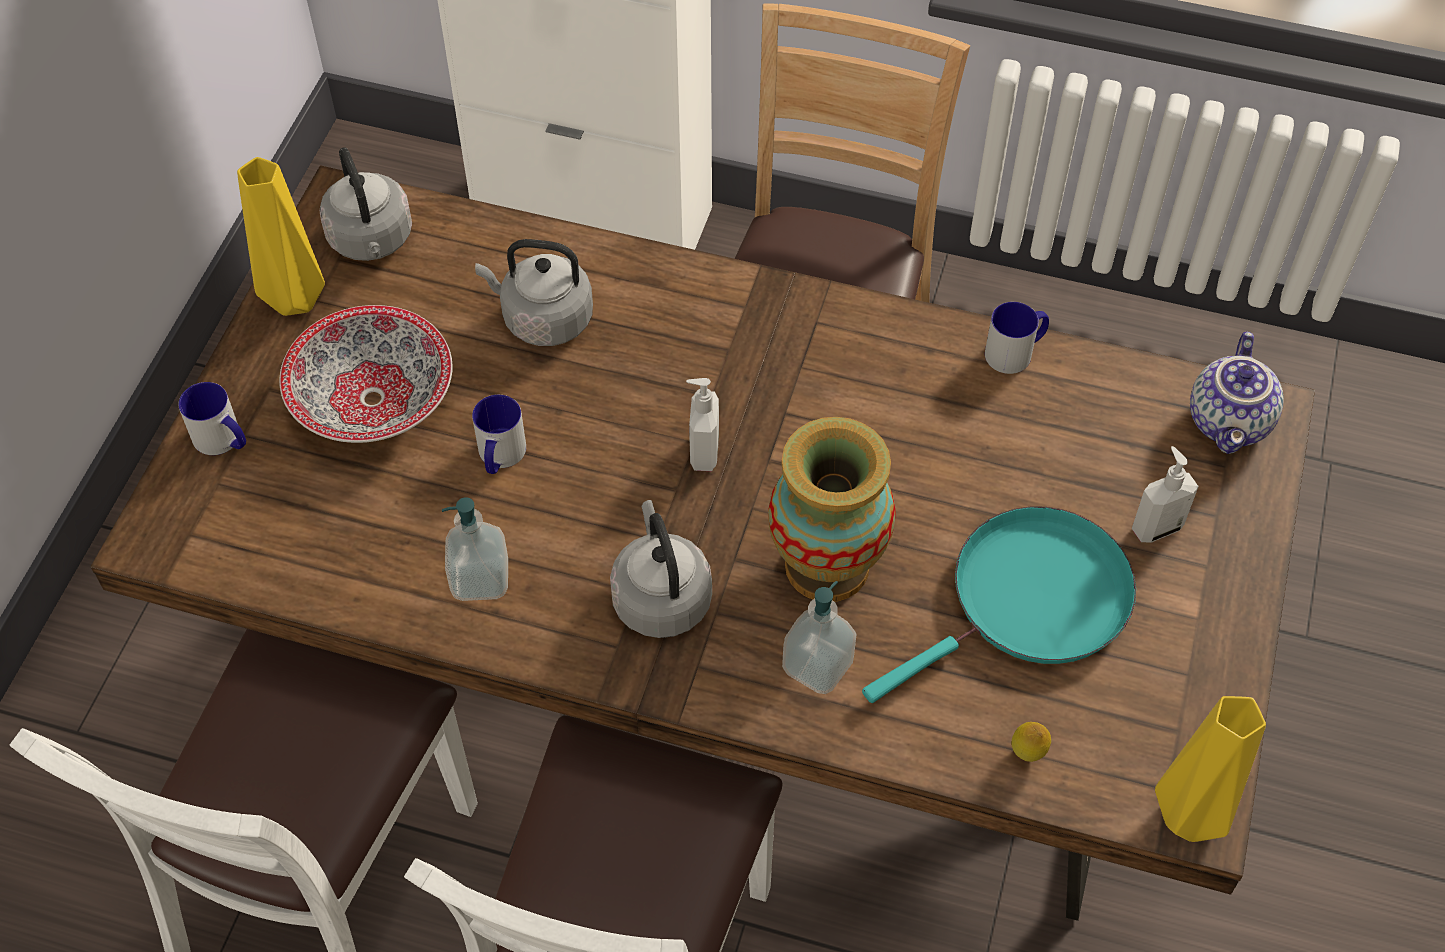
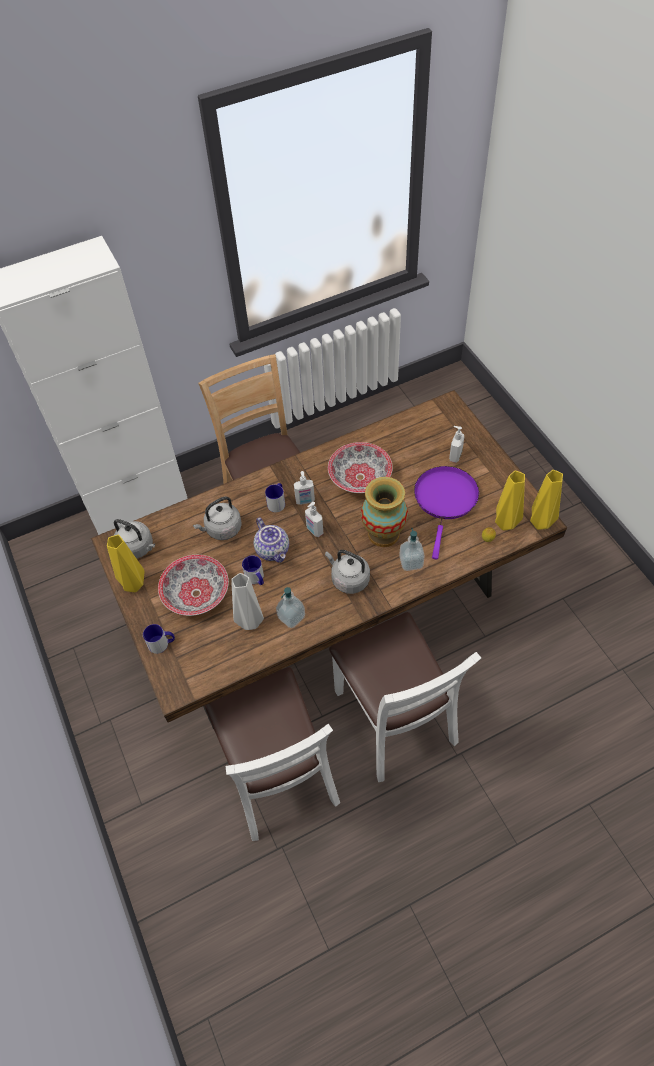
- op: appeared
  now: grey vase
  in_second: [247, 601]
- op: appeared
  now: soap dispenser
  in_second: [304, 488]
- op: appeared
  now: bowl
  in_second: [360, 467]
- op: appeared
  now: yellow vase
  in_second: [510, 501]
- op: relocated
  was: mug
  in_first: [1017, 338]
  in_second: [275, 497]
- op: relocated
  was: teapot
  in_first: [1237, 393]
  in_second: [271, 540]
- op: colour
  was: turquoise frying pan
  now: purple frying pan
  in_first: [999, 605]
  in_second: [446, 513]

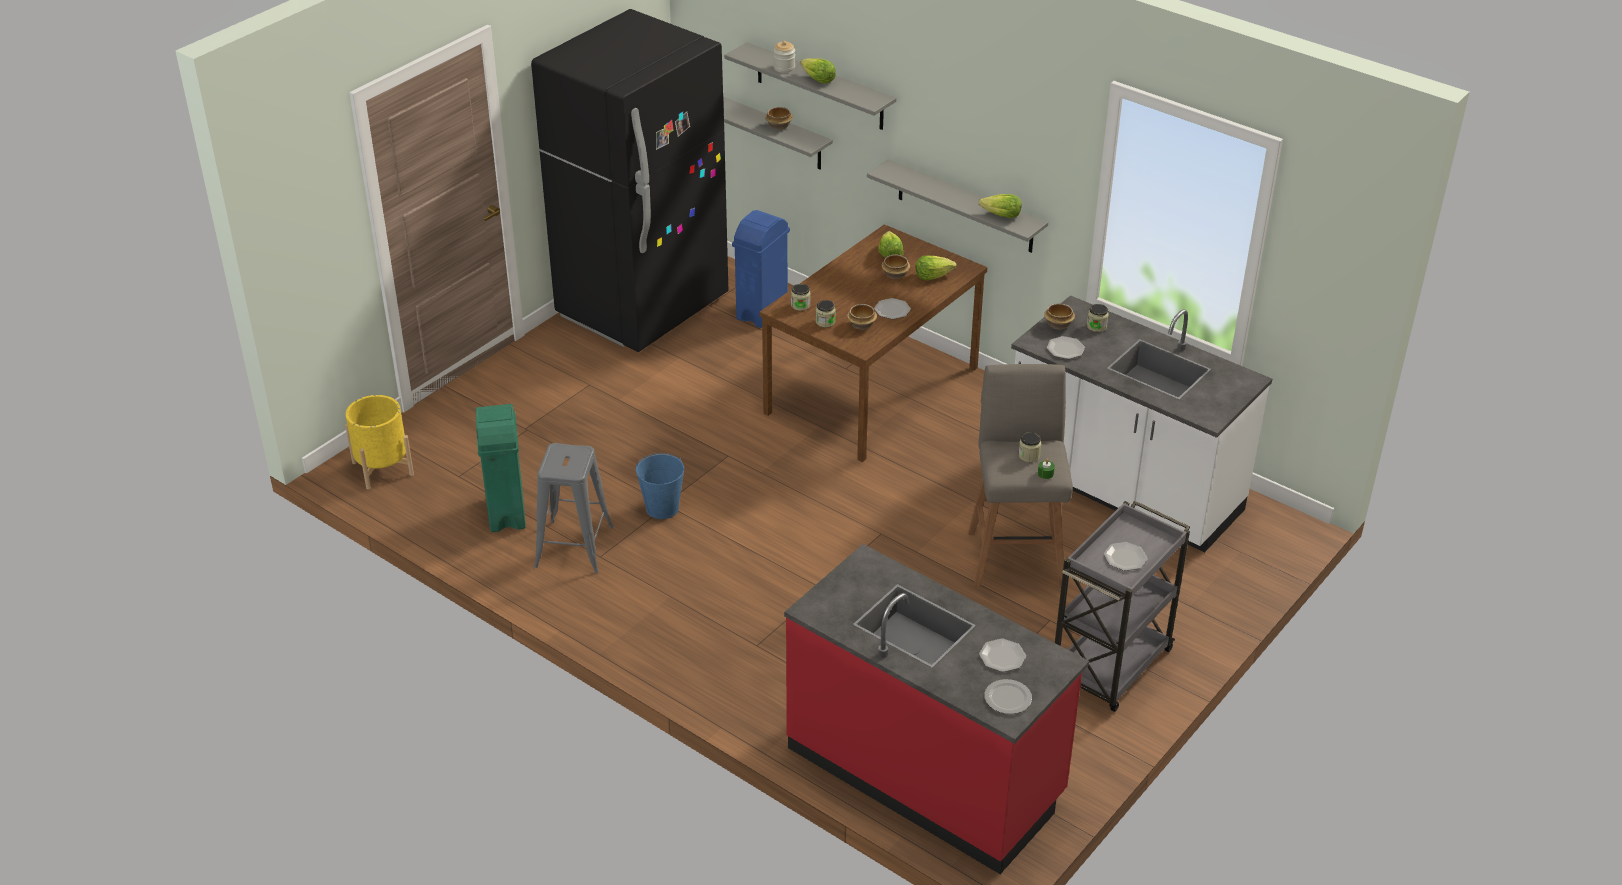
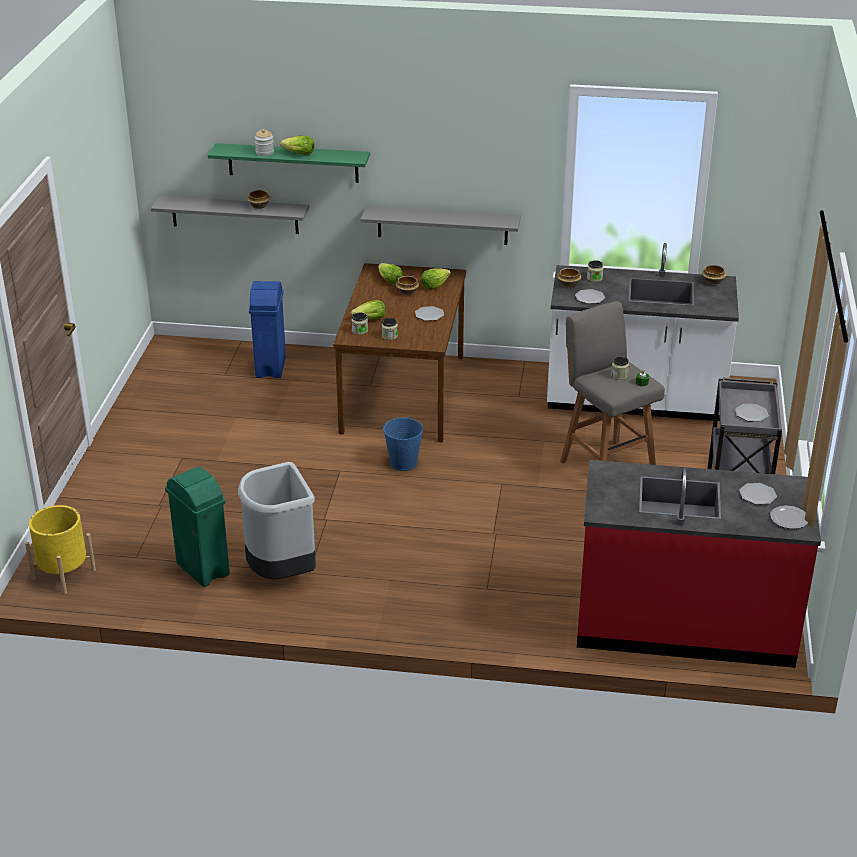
- op: missing
  was: black fridge
  in_first: [629, 180]
- op: relocated
  was: blue bucket
  in_first: [660, 486]
  in_second: [403, 444]
- op: relocated
  was: bowl
  in_first: [862, 317]
  in_second: [714, 275]
- op: relocated
  was: lettuce
  in_first: [1000, 206]
  in_second: [368, 310]
- op: exchanged
  was: grey stool
  now: grey trash can
  in_first: [573, 508]
  in_second: [277, 521]
- op: colour
  was: grey shelf
  now: green shelf
  in_first: [810, 86]
  in_second: [289, 163]

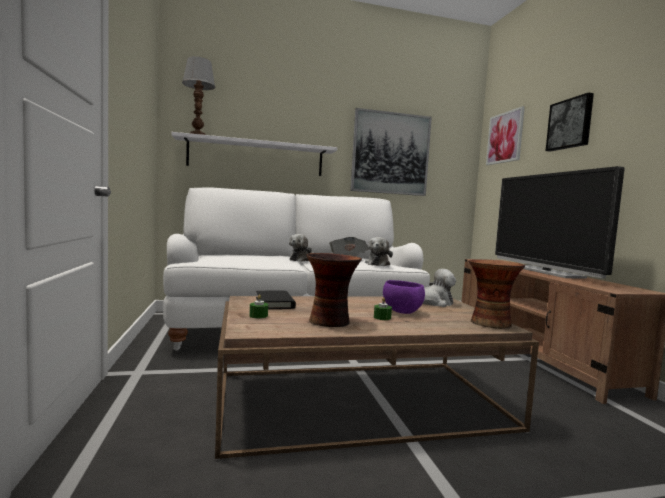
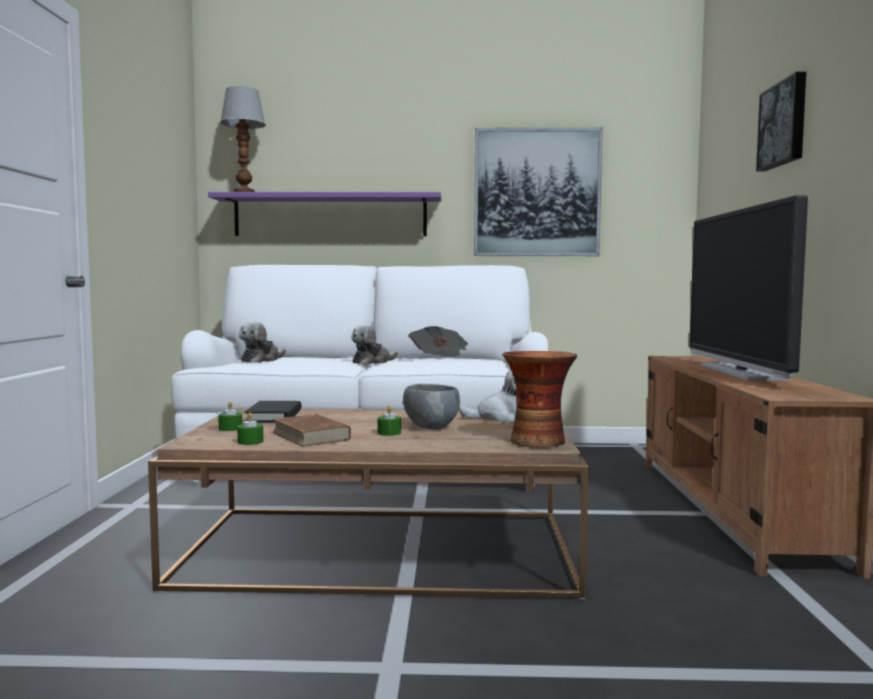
- op: missing
  was: picture
  in_first: [505, 135]
- op: appeared
  now: green candle
  in_second: [250, 428]
- op: relocated
  was: plush toy
  in_first: [379, 251]
  in_second: [262, 342]
- op: exchanged
  was: vase
  now: brown book
  in_first: [334, 290]
  in_second: [311, 430]
- op: colour
  was: white shelf
  now: purple shelf
  in_first: [254, 154]
  in_second: [324, 214]
- op: colour
  was: purple bowl
  now: grey bowl
  in_first: [404, 297]
  in_second: [431, 406]

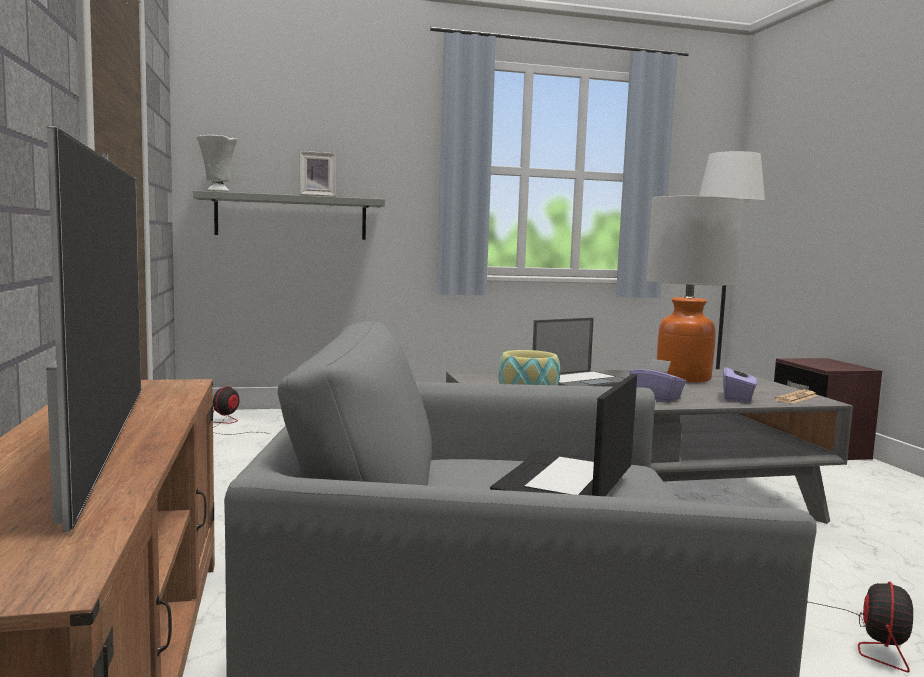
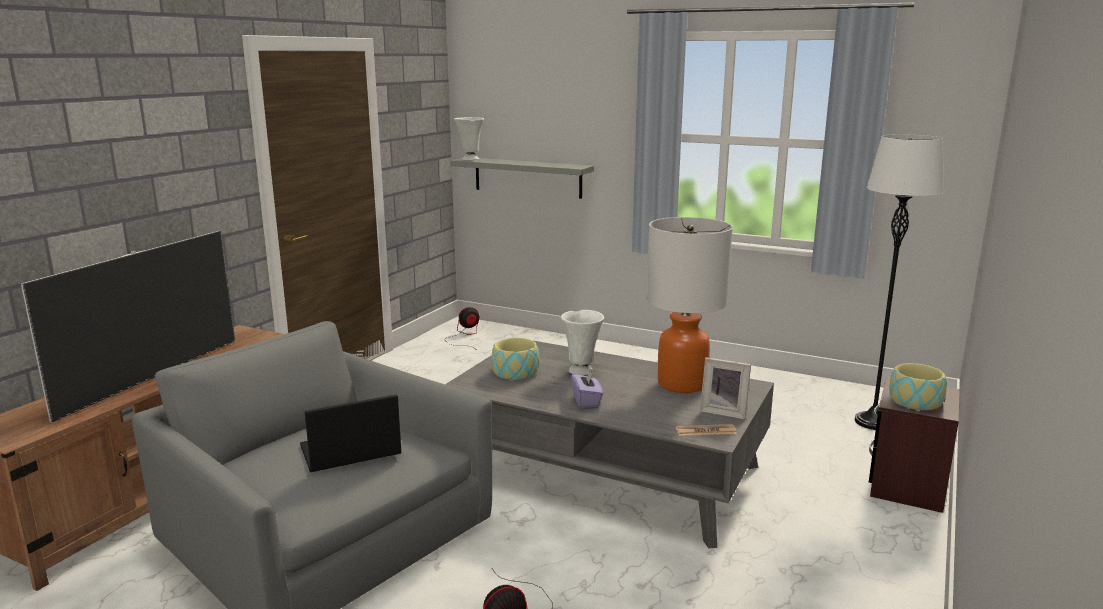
- op: missing
  was: purple tissue box
  in_first: [740, 382]
- op: appeared
  now: bowl
  in_second: [918, 386]
- op: relocated
  was: picture frame
  in_first: [318, 174]
  in_second: [725, 388]
- op: exchanged
  was: laptop
  now: white vase
  in_first: [579, 352]
  in_second: [582, 343]

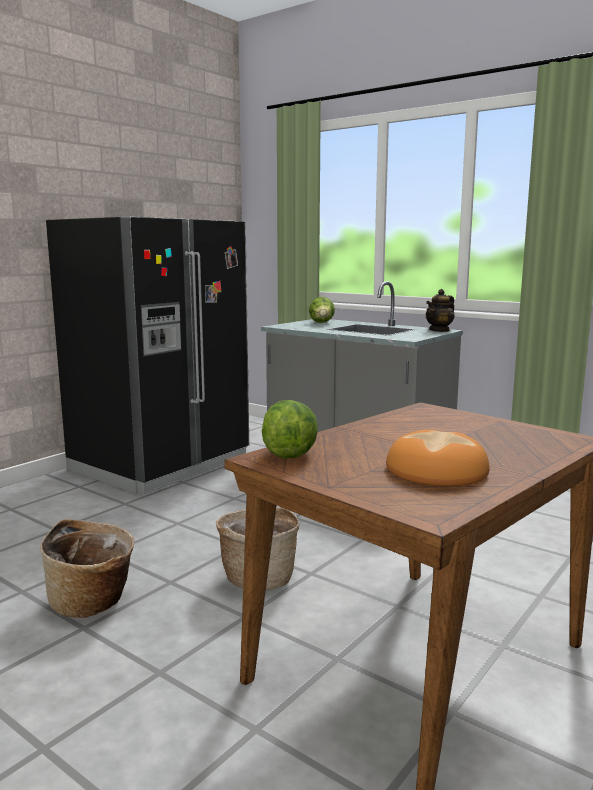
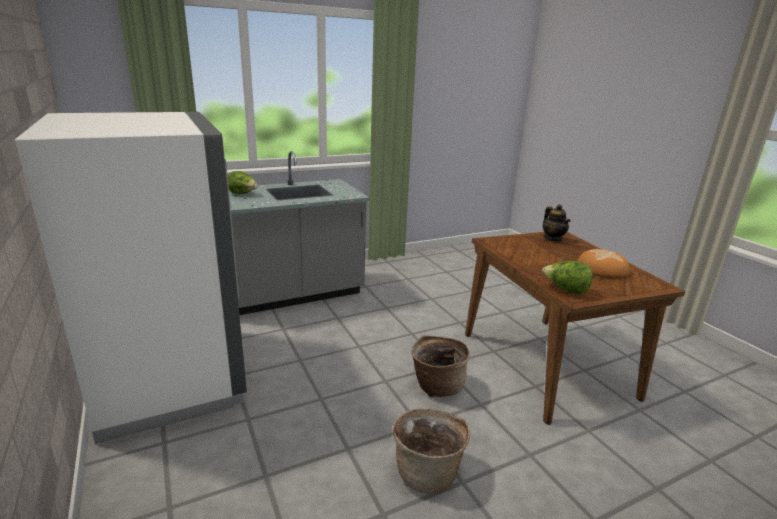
- op: relocated
  was: teapot
  in_first: [440, 310]
  in_second: [556, 223]
- op: colour
  was: black fridge
  now: white fridge
  in_first: [147, 355]
  in_second: [131, 278]

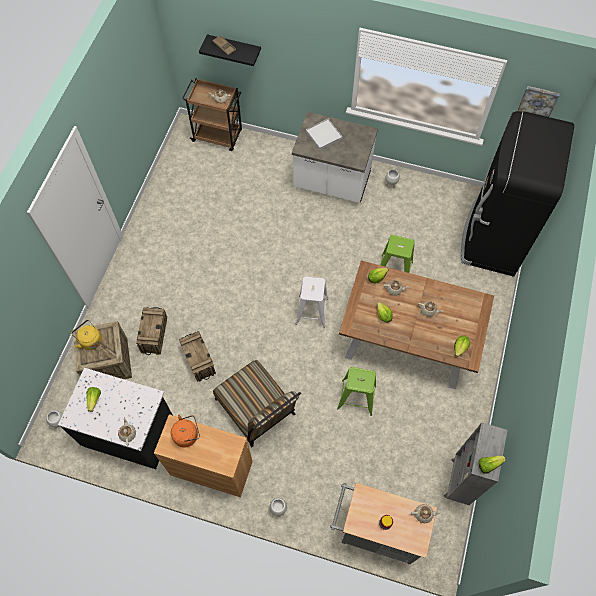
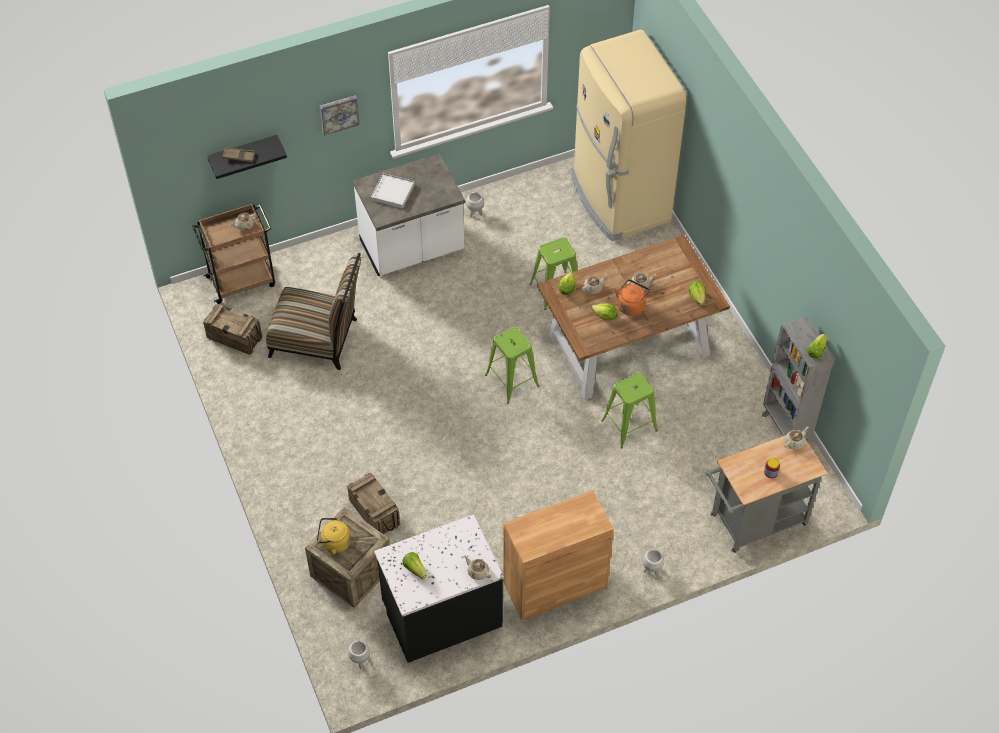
- op: relocated
  was: orange kettle
  in_first: [185, 431]
  in_second: [632, 297]
- op: relocated
  was: crate
  in_first: [197, 356]
  in_second: [232, 329]
- op: relocated
  was: chair
  in_first: [257, 403]
  in_second: [313, 311]
- op: relocated
  was: picture
  in_first: [538, 101]
  in_second: [340, 115]
- op: colour
  was: white stool
  now: green stool
  in_first: [312, 302]
  in_second: [512, 365]
- op: colour
  was: black fridge
  now: beige fridge
  in_first: [517, 194]
  in_second: [628, 135]

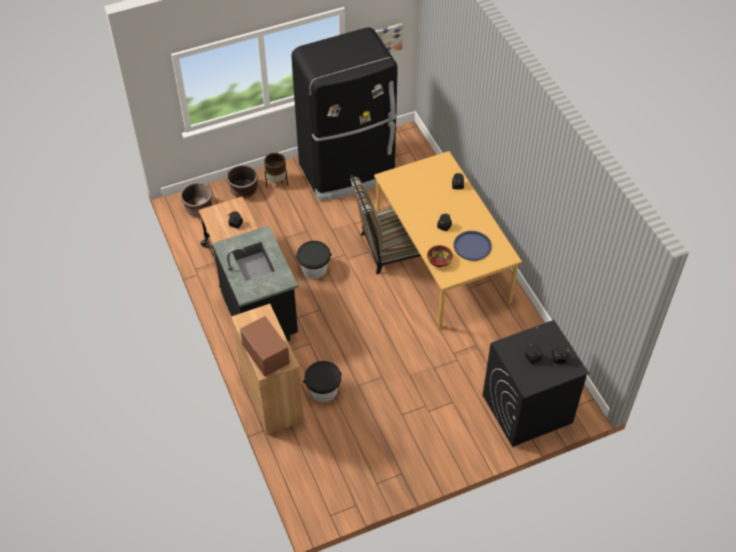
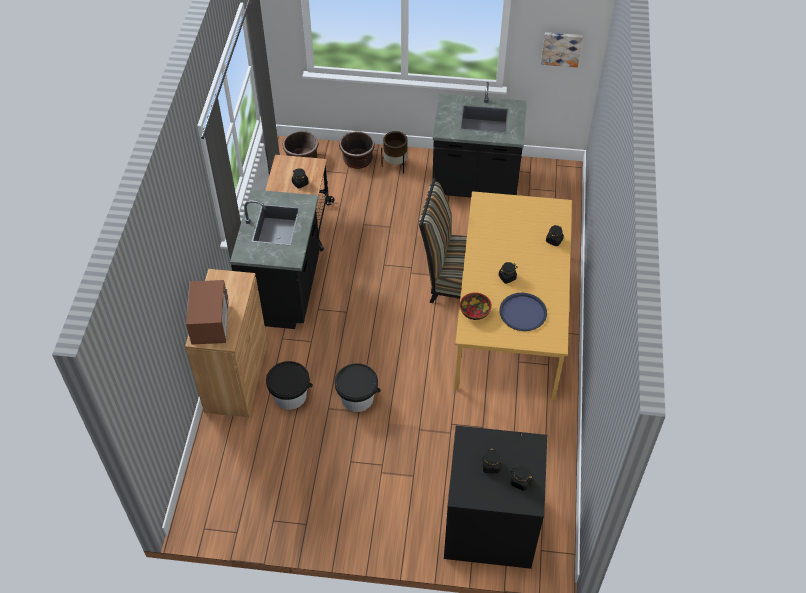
- op: relocated
  was: black bucket
  in_first: [314, 260]
  in_second: [358, 387]
- op: exchanged
  was: black fridge
  now: black counter
  in_first: [344, 114]
  in_second: [479, 139]

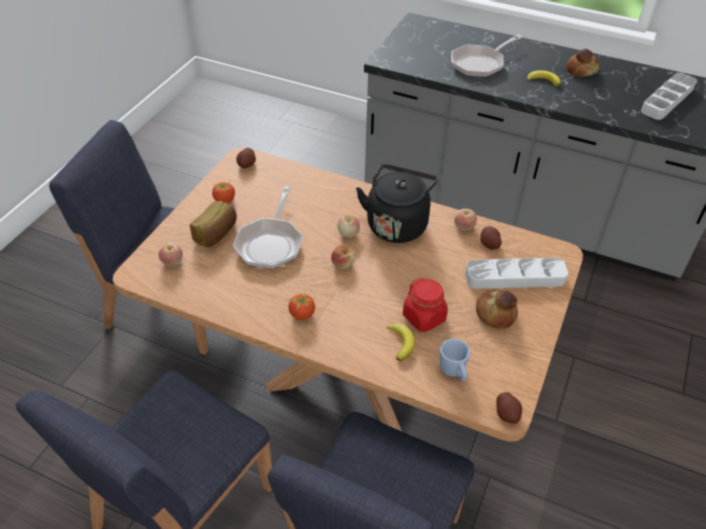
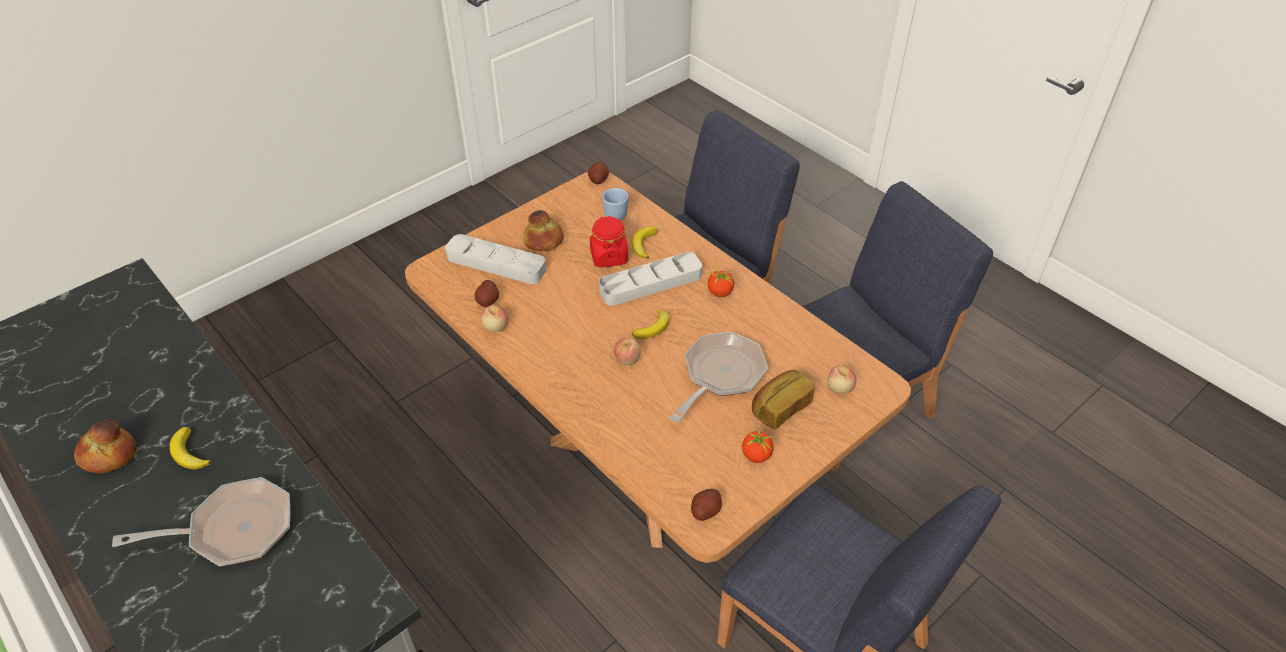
- op: missing
  was: black kettle
  in_first: [397, 203]
- op: relocated
  was: grey tray
  in_first: [669, 96]
  in_second: [650, 279]
- op: exchanged
  was: apple
  now: banana
  in_first: [343, 257]
  in_second: [651, 324]

